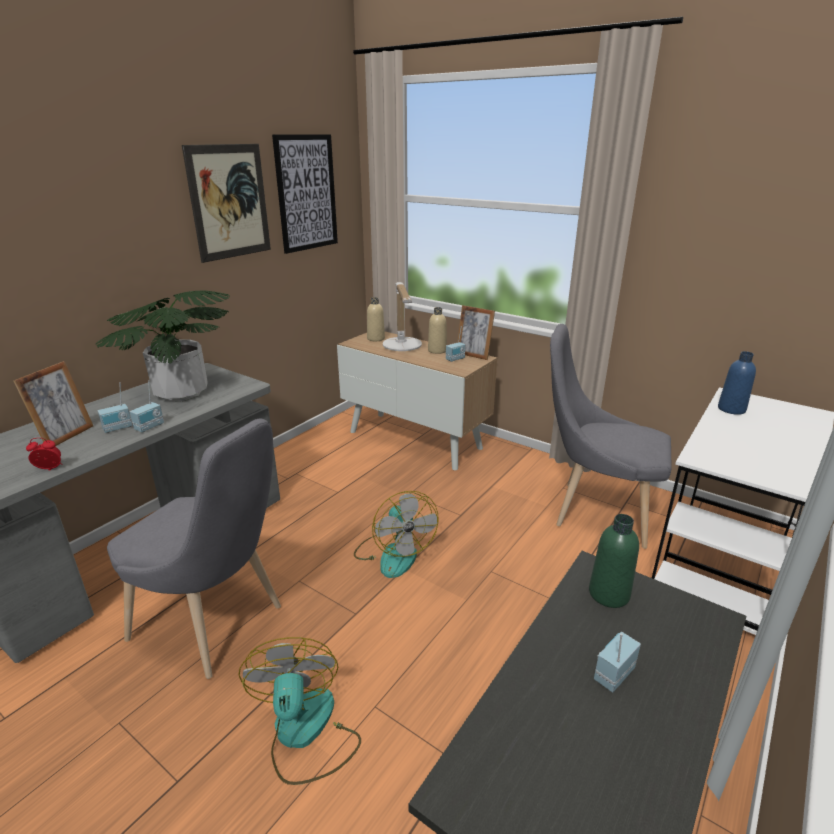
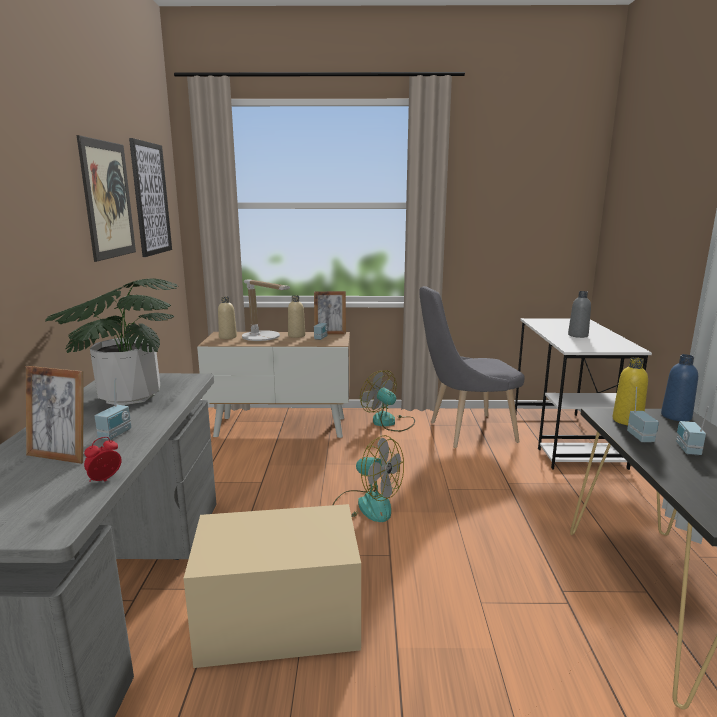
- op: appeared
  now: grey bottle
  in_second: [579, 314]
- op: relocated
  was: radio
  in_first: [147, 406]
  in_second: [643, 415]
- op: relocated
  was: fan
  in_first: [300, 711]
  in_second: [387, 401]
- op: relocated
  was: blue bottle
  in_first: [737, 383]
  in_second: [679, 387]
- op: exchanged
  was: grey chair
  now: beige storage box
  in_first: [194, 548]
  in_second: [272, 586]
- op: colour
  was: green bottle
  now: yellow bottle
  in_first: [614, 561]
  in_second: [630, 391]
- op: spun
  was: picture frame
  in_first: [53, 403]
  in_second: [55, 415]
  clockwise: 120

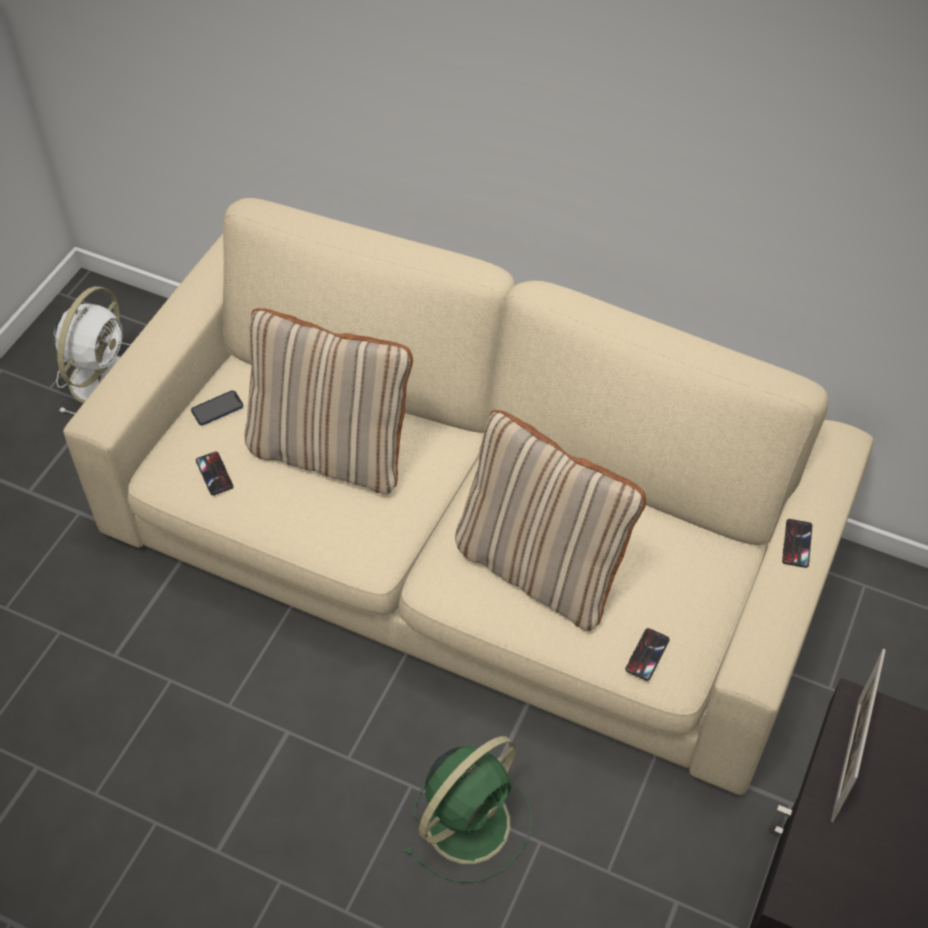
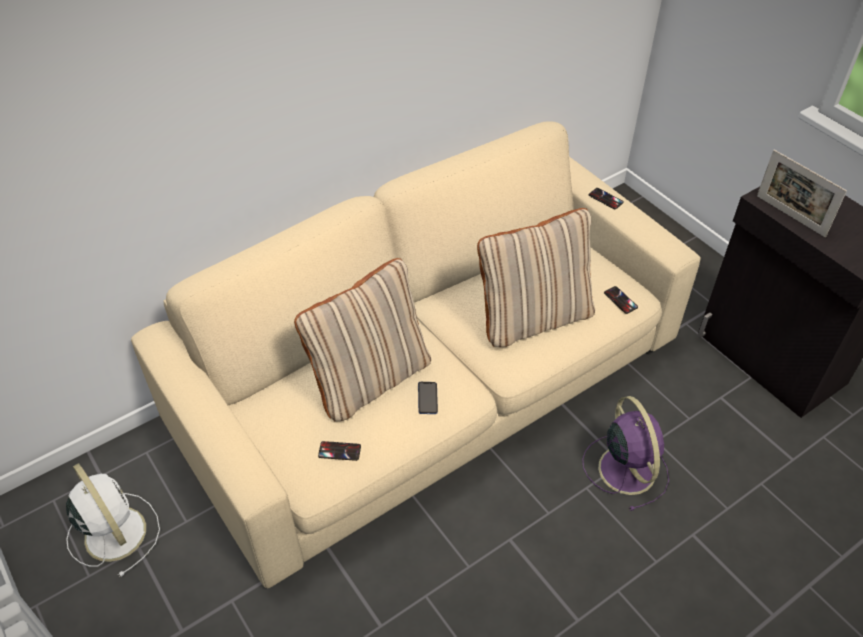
- op: relocated
  was: phone
  in_first: [217, 408]
  in_second: [428, 398]
- op: colour
  was: green fan
  now: purple fan
  in_first: [468, 809]
  in_second: [625, 453]

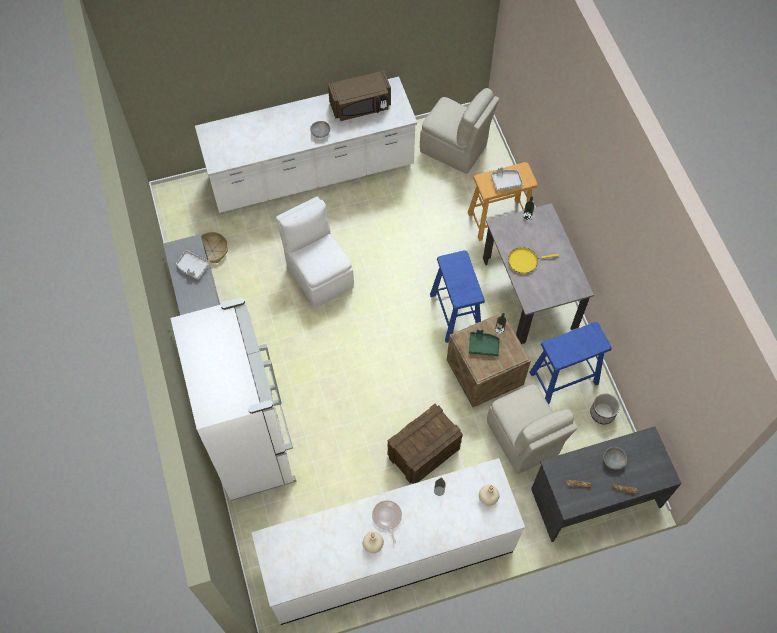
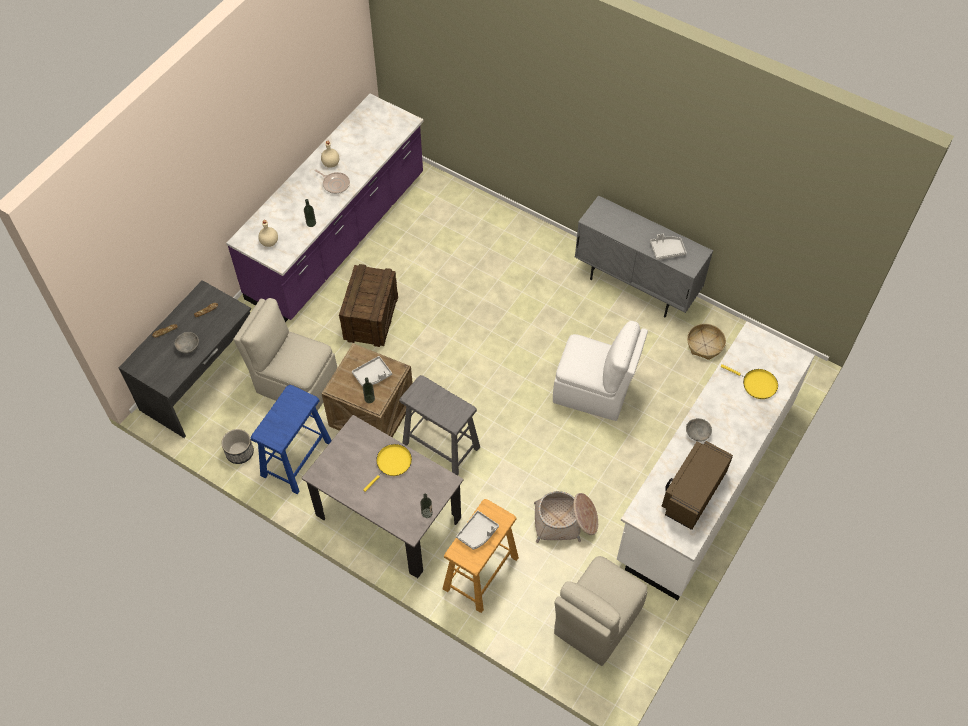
- op: missing
  was: white fridge
  in_first: [233, 399]
- op: appeared
  now: basket
  in_second: [566, 517]
- op: appeared
  now: yellow frying pan
  in_second: [749, 381]
- op: colour
  was: white counter
  now: purple counter
  in_first: [388, 541]
  in_second: [325, 208]
- op: colour
  was: blue stool
  now: grey stool
  in_first: [457, 296]
  in_second: [439, 425]
- op: colour
  was: green tray
  now: grey tray
  in_first: [484, 343]
  in_second: [372, 371]
- op: spun
  was: beige chair
  in_first: [459, 131]
  in_second: [601, 611]
  clockwise: -45

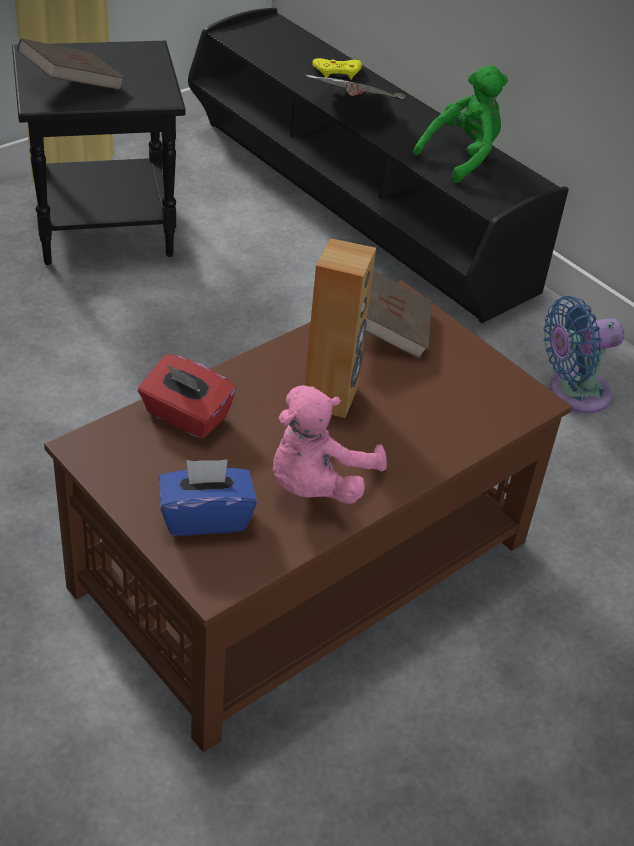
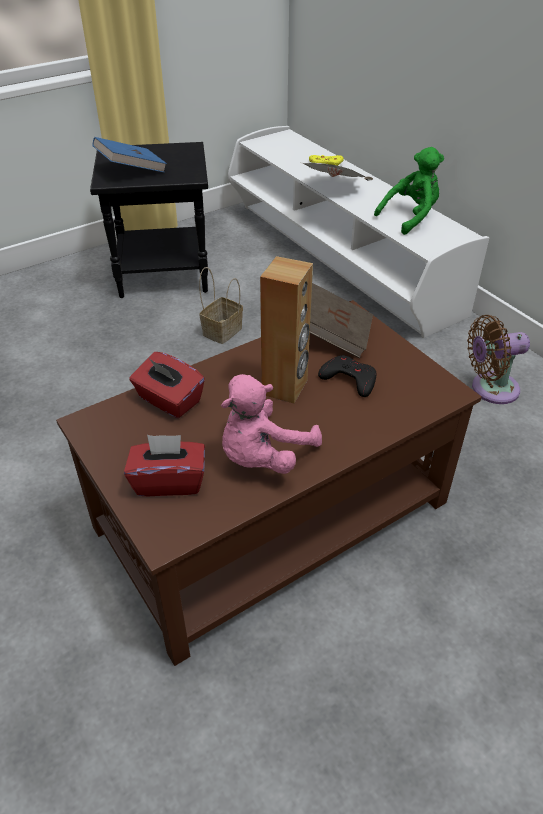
- op: appeared
  now: basket
  in_second: [221, 305]
- op: appeared
  now: black game controller
  in_second: [347, 376]
- op: colour
  was: brown book
  now: blue book
  in_first: [71, 64]
  in_second: [130, 155]
- op: colour
  was: blue tissue box
  now: red tissue box
  in_first: [208, 498]
  in_second: [164, 465]
- op: colour
  was: black tv stand
  now: white tv stand
  in_first: [378, 165]
  in_second: [358, 232]
- op: colour
  was: blue fan
  now: brown fan
  in_first: [583, 355]
  in_second: [498, 359]

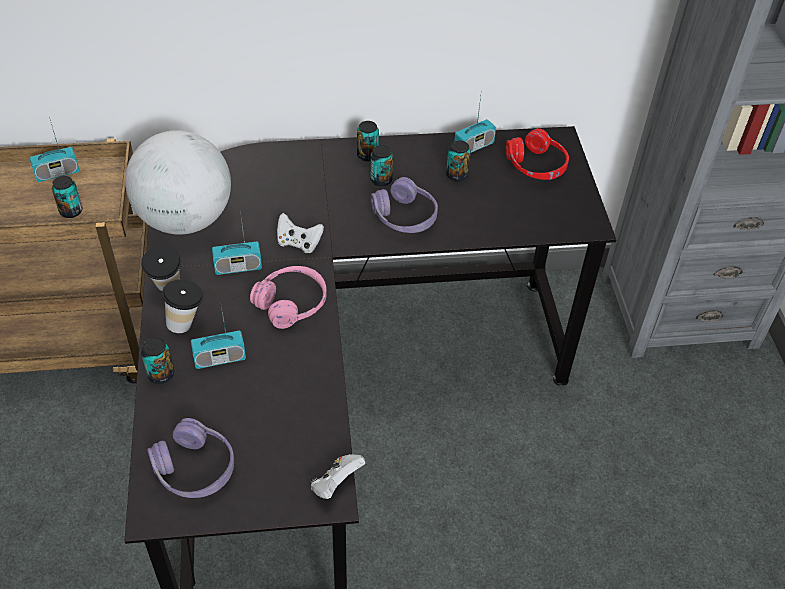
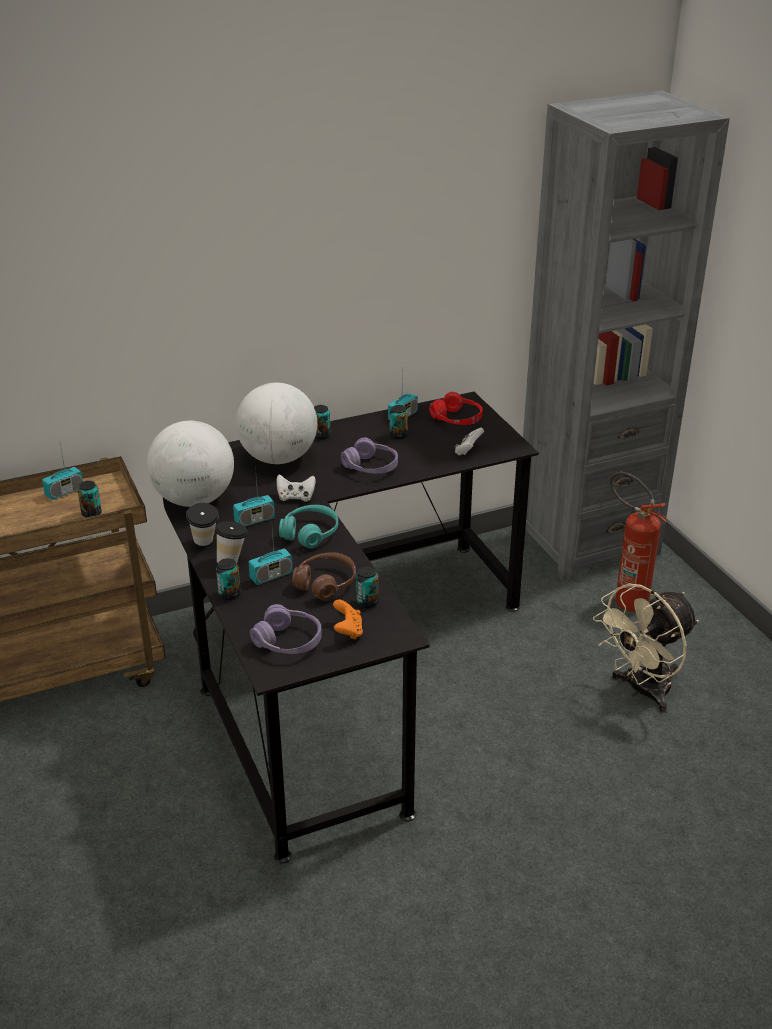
- op: appeared
  now: globe
  in_second: [276, 423]
- op: appeared
  now: brown headphones
  in_second: [324, 576]
- op: appeared
  now: orange game controller
  in_second: [348, 619]
- op: appeared
  now: beige fan
  in_second: [646, 647]
- op: appeared
  now: fire extinguisher
  in_second: [638, 542]
- op: relocated
  was: white game controller
  in_first: [338, 476]
  in_second: [469, 441]
- op: relocated
  was: can
  in_first: [381, 165]
  in_second: [367, 587]
- op: colour
  was: pink headphones
  now: turquoise headphones
  in_first: [288, 297]
  in_second: [308, 526]

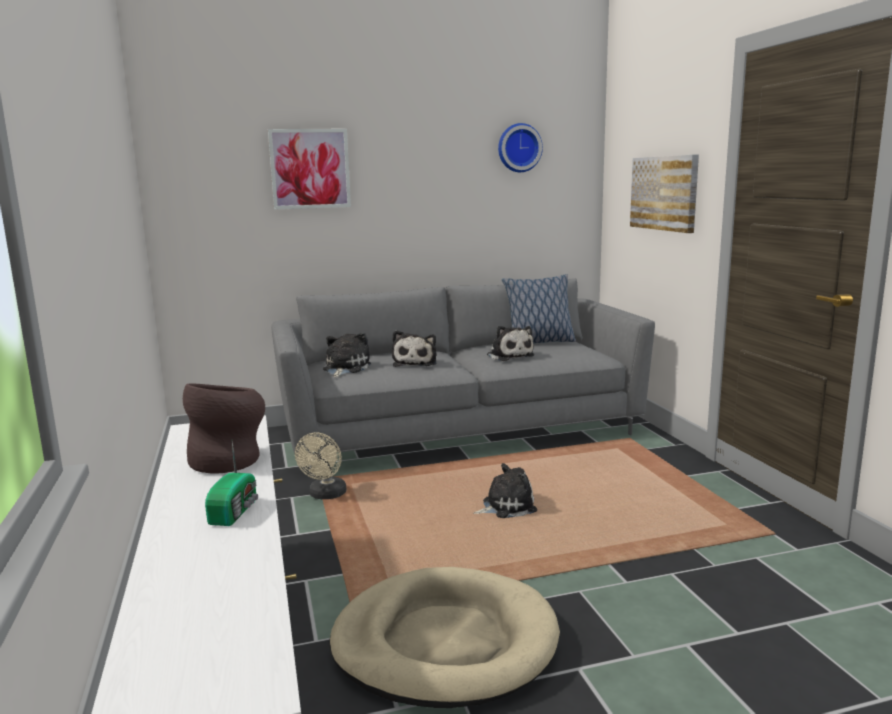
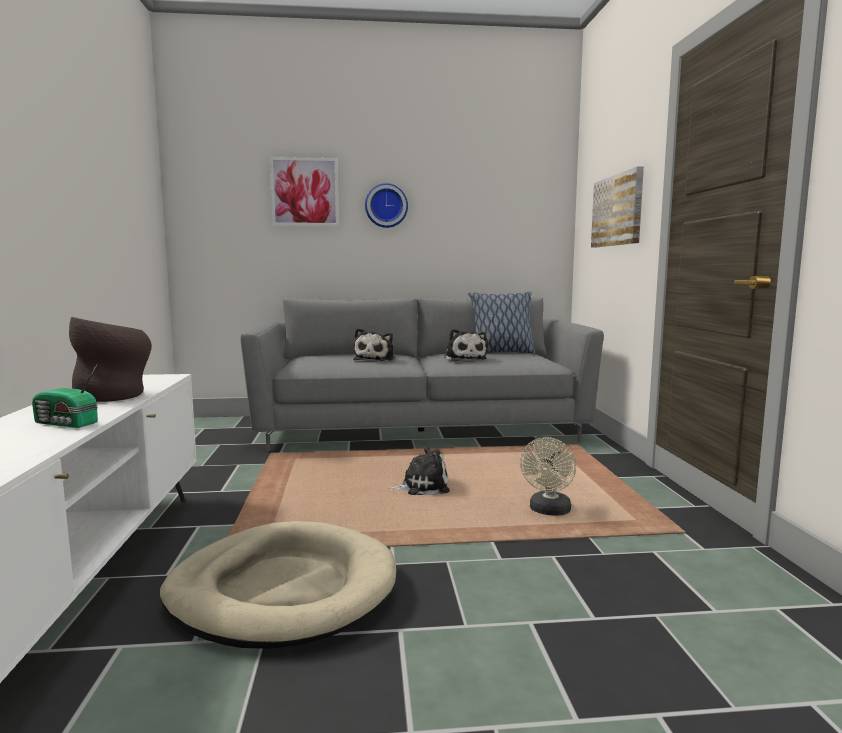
- op: missing
  was: plush toy
  in_first: [347, 355]
- op: relocated
  was: beige fan
  in_first: [321, 465]
  in_second: [548, 476]
- op: relocated
  was: wall clock
  in_first: [520, 147]
  in_second: [386, 205]
- op: spun
  was: radio
  in_first: [231, 483]
  in_second: [65, 395]
  clockwise: 90

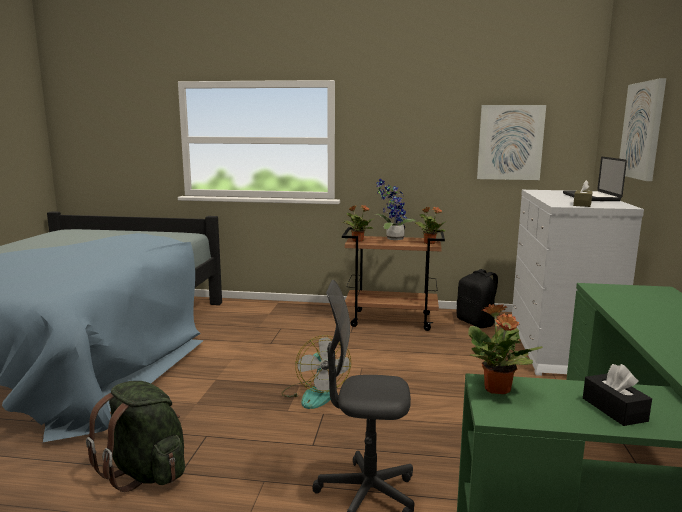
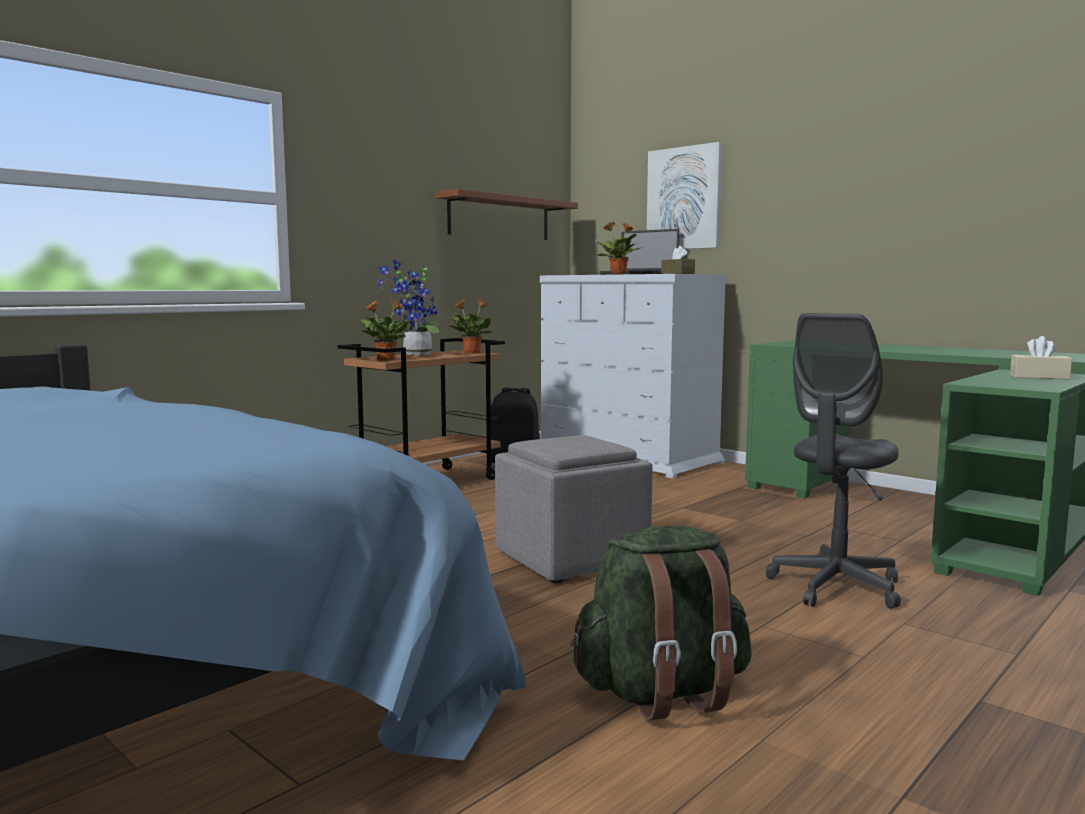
- op: relocated
  was: potted plant
  in_first: [505, 349]
  in_second: [618, 248]
- op: exchanged
  was: fan
  now: grey ottoman
  in_first: [316, 372]
  in_second: [574, 509]
- op: exchanged
  was: picture
  now: brown shelf
  in_first: [511, 142]
  in_second: [506, 214]
- op: colour
  was: black tissue box
  now: beige tissue box
  in_first: [617, 395]
  in_second: [1041, 357]

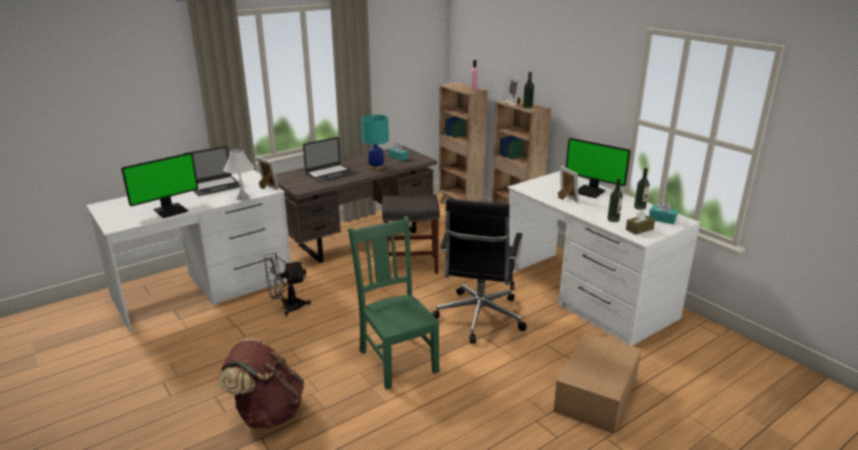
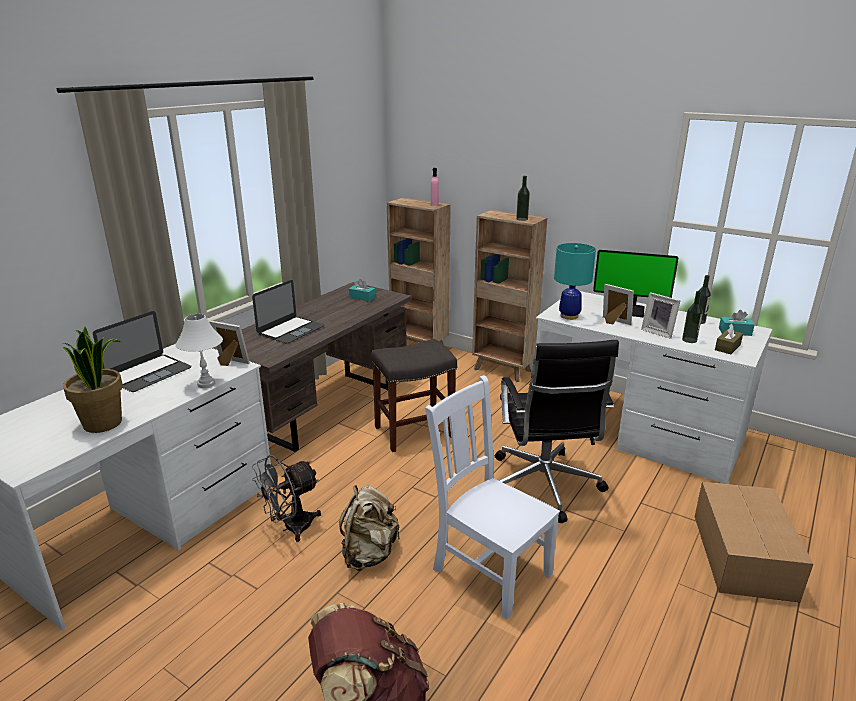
- op: appeared
  now: beige backpack
  in_second: [369, 528]
- op: relocated
  was: turquoise table lamp
  in_first: [375, 142]
  in_second: [575, 281]
- op: relocated
  was: picture frame
  in_first: [512, 90]
  in_second: [661, 315]
- op: exchanged
  was: monitor
  now: potted plant
  in_first: [159, 185]
  in_second: [93, 380]
- op: colour
  was: green chair
  now: white chair
  in_first: [394, 303]
  in_second: [492, 497]

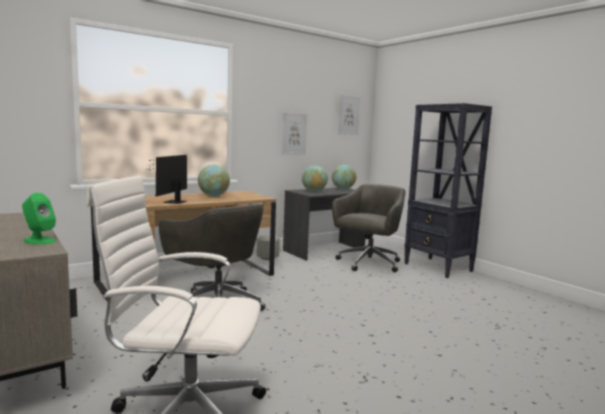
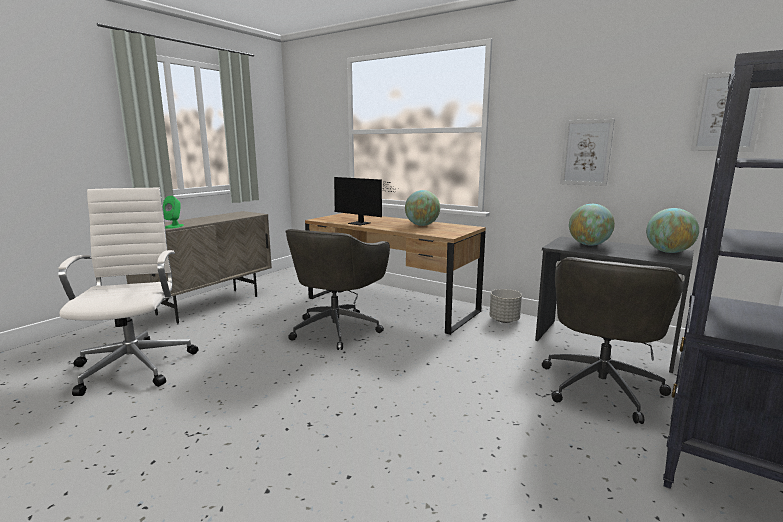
- op: spun
  was: monitor
  in_first: [165, 179]
  in_second: [365, 201]
  clockwise: -135
- op: spun
  was: grey office chair
  in_first: [369, 228]
  in_second: [613, 340]
  clockwise: 105

